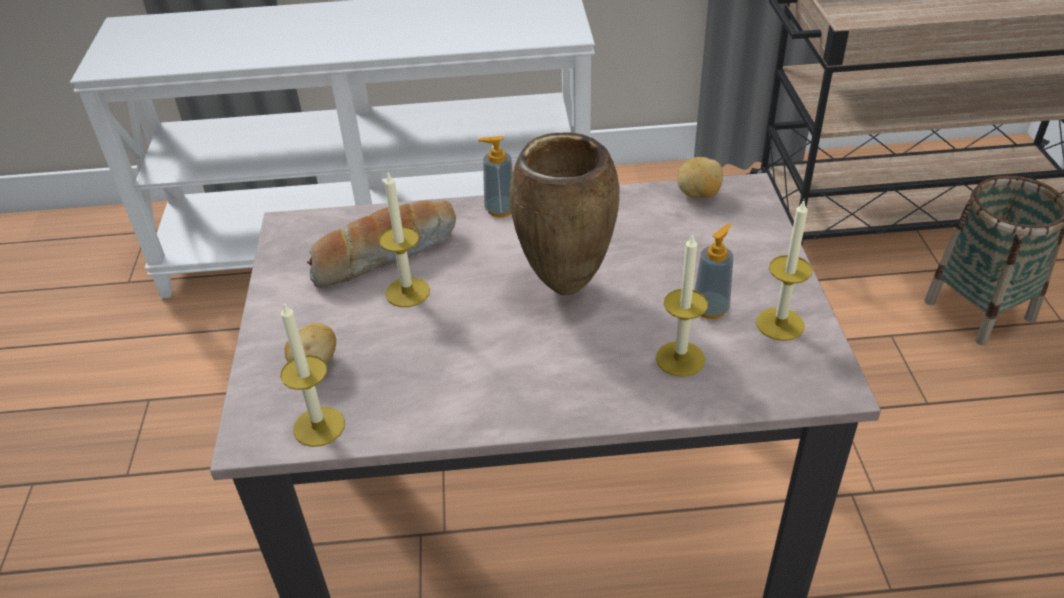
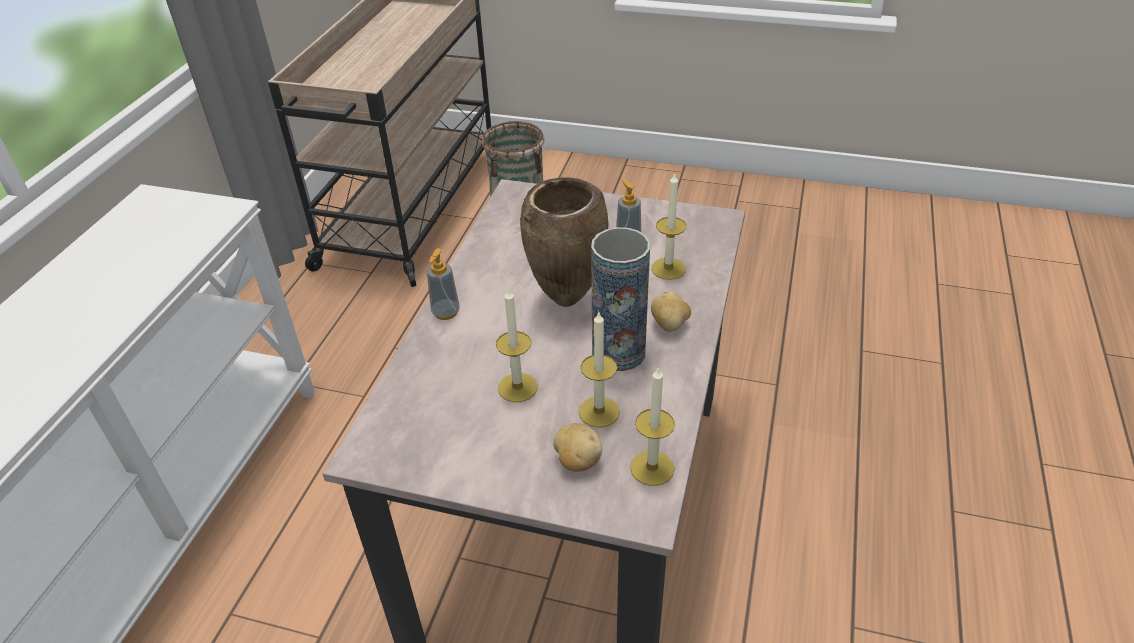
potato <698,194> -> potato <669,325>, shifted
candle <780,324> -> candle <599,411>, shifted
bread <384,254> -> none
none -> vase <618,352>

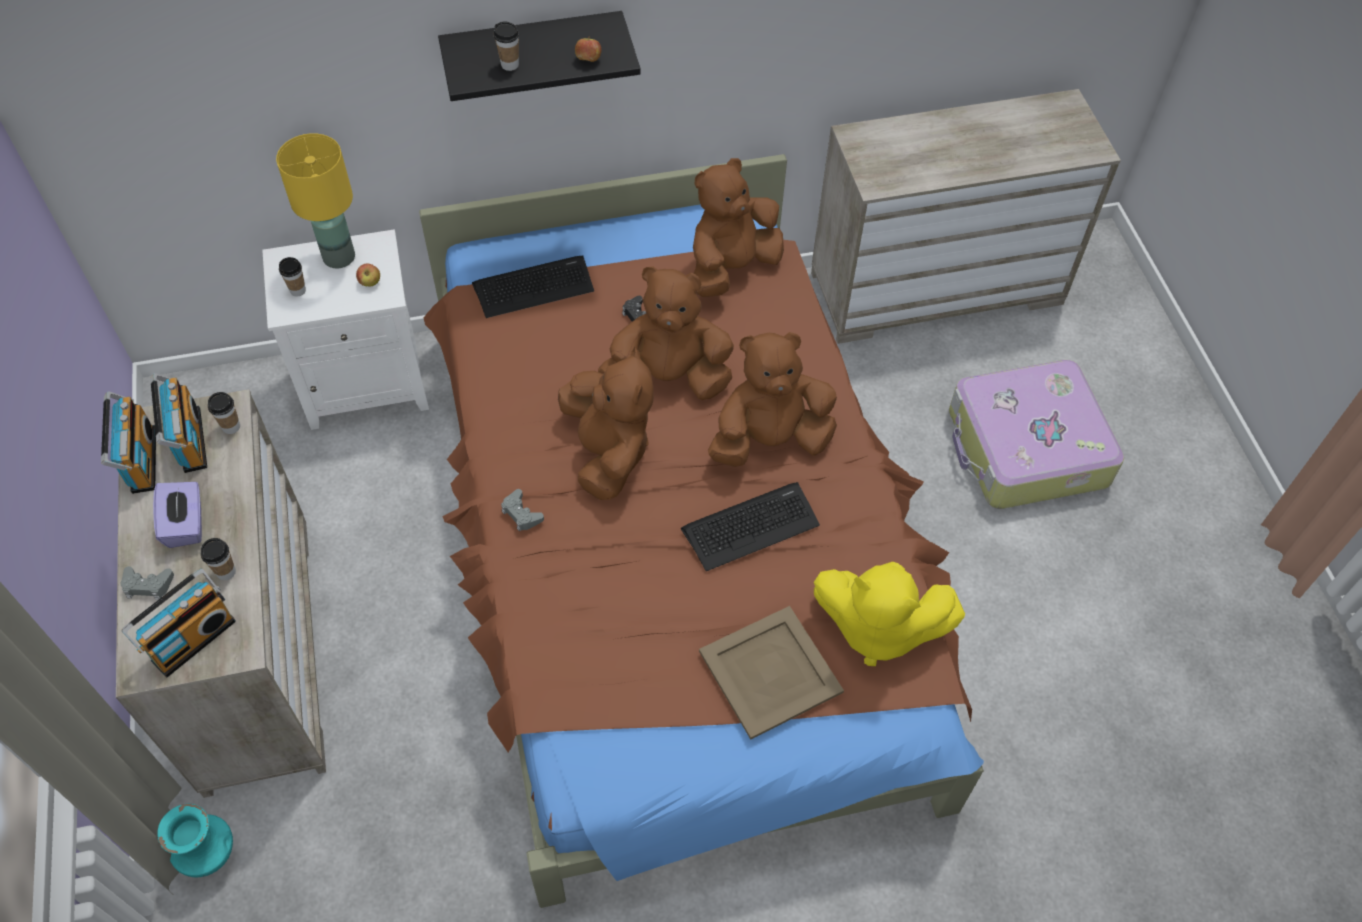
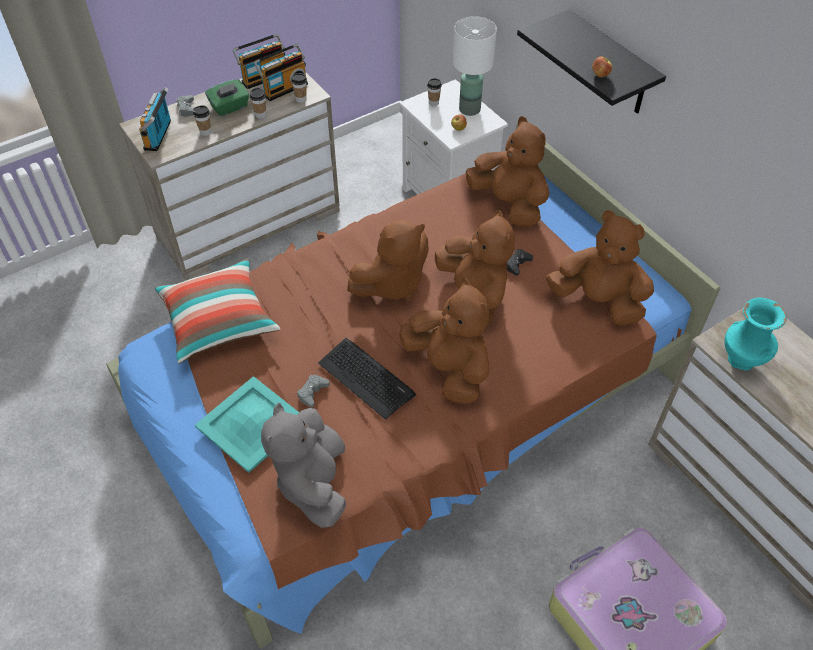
cup <510,65> -> cup <260,115>, shifted
yellow_table_lamp <338,258> -> white_table_lamp <469,109>
keyboard <534,287> -> brown_plush_toy <509,204>
purple_tissue_box <186,524> -> green_tissue_box <230,107>
grey_game_controller <521,514> -> grey_game_controller <312,392>, shifted
yellow_plush_toy <877,628> -> grey_plush_toy <313,482>
radio <192,639> -> radio <160,135>, 75 degrees clockwise
beige_tray <769,671> -> turquoise_tray <251,422>
turquoise_vase <212,857> -> turquoise_vase <741,361>, shifted
none -> pillow <218,320>

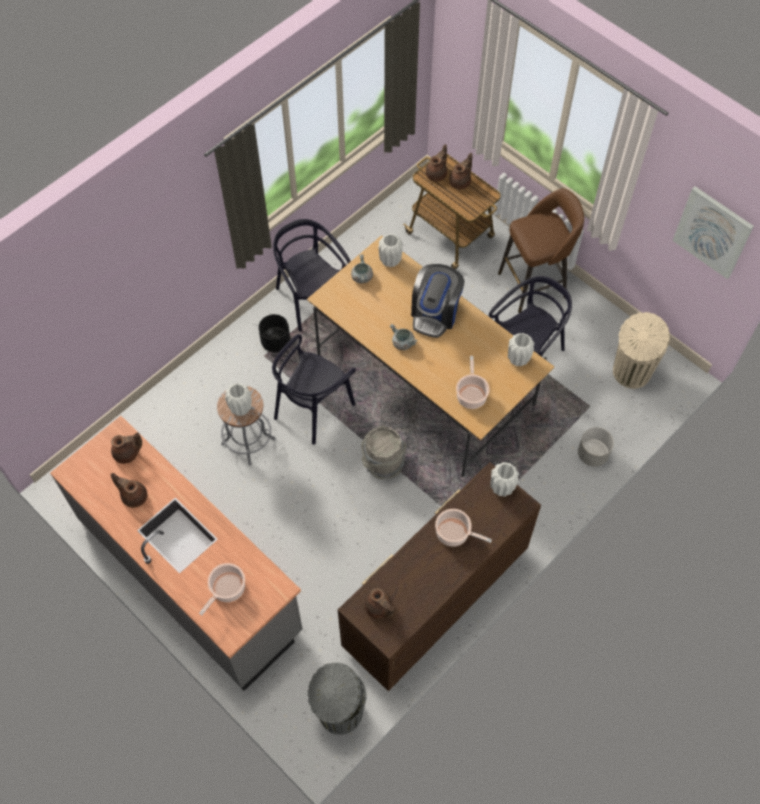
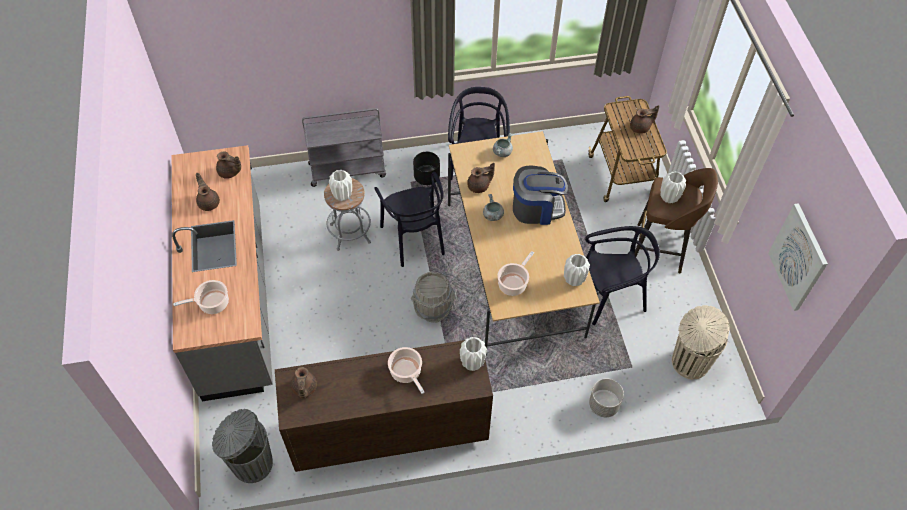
brown_teapot <437,174> -> brown_teapot <479,186>, shifted
white_vase <390,261> -> white_vase <669,198>, shifted
coffee_machine <435,313> -> coffee_machine <536,208>, 150 degrees counterclockwise
black_chair <313,408> -> black_chair <414,238>, 90 degrees counterclockwise
none -> grey_cart <348,169>

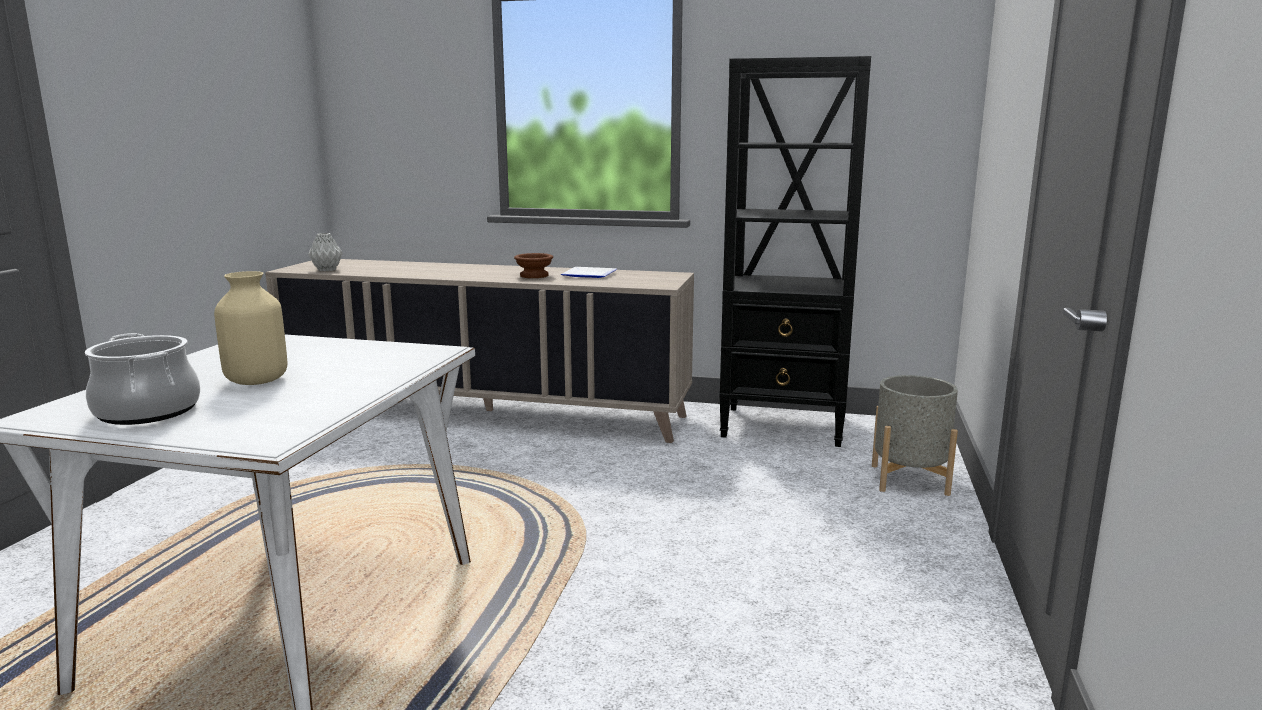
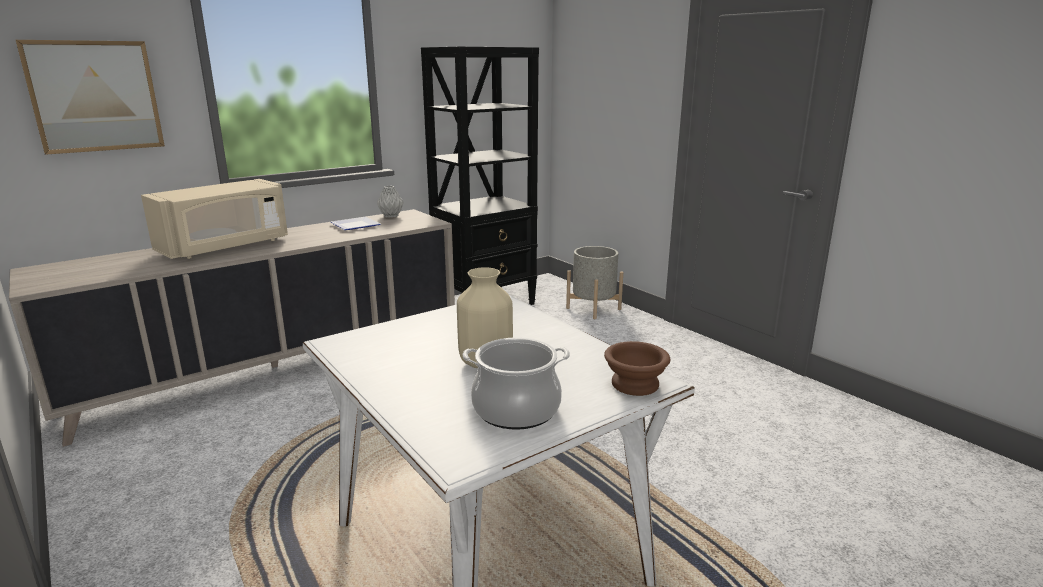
grey_vase <327,270> -> grey_vase <391,216>, shifted
brown_bowl <533,275> -> brown_bowl <633,384>, shifted
none -> picture <94,96>
none -> beige_microwave <225,247>

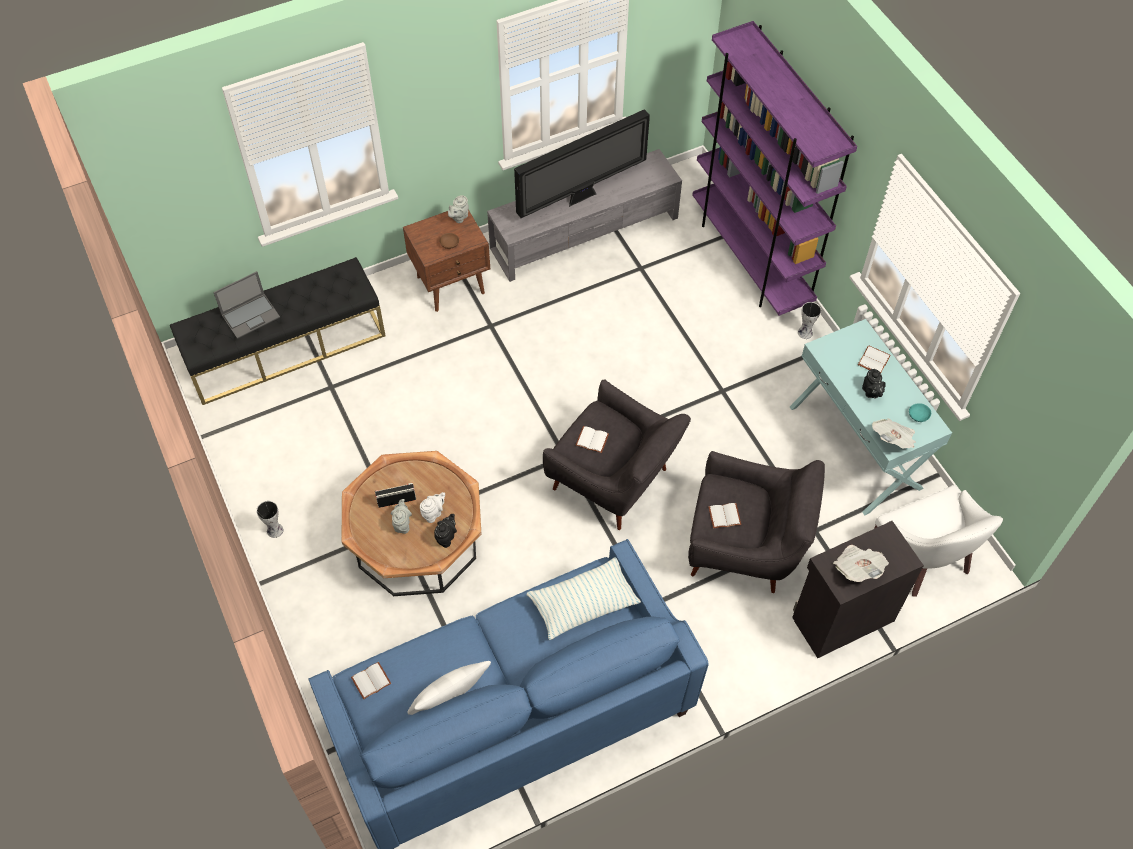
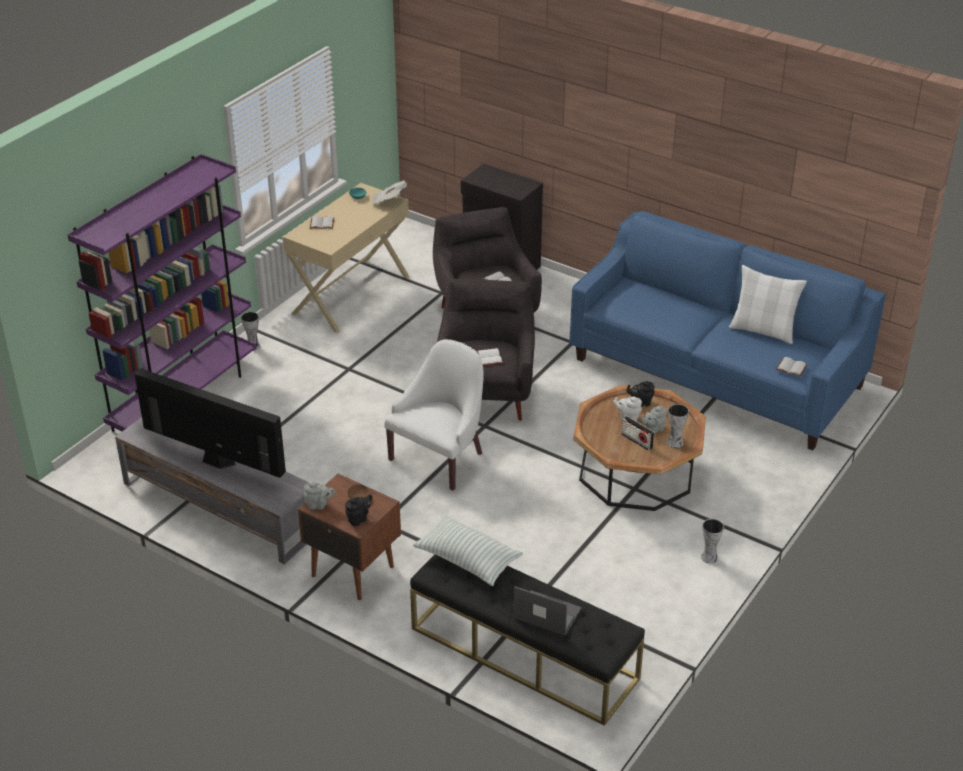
turquoise_console_table <856,446> -> beige_console_table <351,294>
black_teapot <871,392> -> black_teapot <359,519>, shifted
white_armchair <923,558> -> white_armchair <440,457>, shifted
newspaper <857,568> -> none
pillow <583,604> -> pillow <467,560>, shifted
none -> vase <675,443>

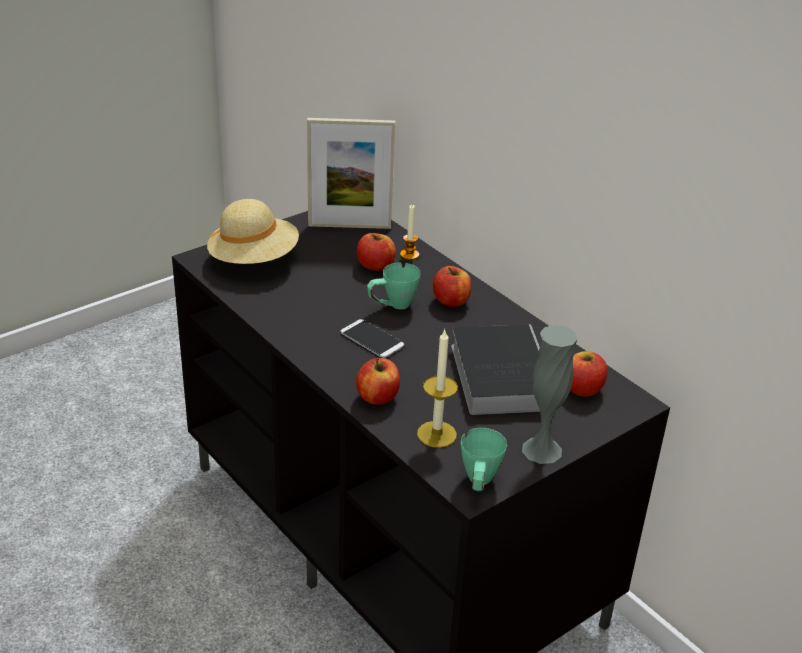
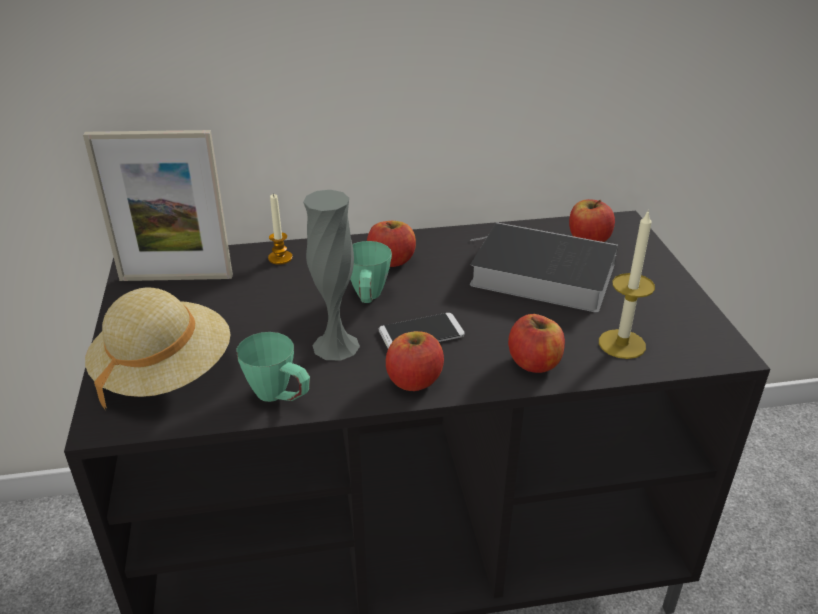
picture_frame <349,226> -> picture_frame <176,277>, 60 degrees clockwise
apple <375,266> -> apple <414,380>, shifted
grey_vase <542,450> -> grey_vase <336,346>, shifted
green_mug <479,485> -> green_mug <280,398>, shifted

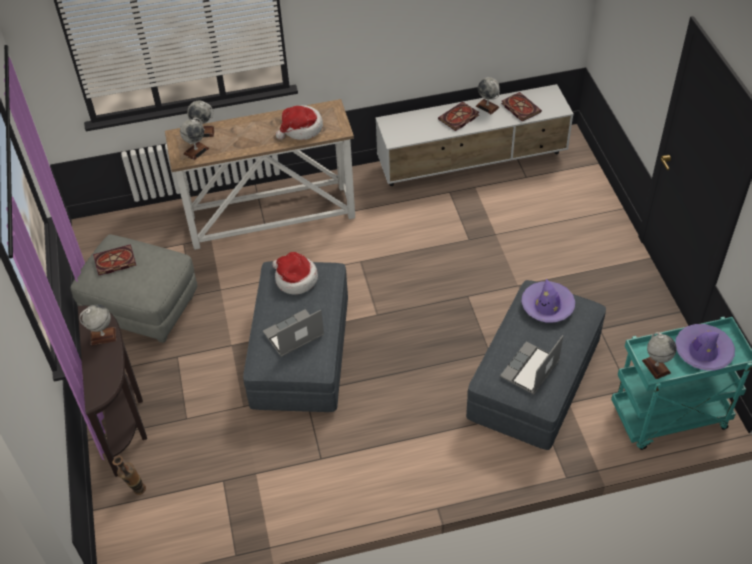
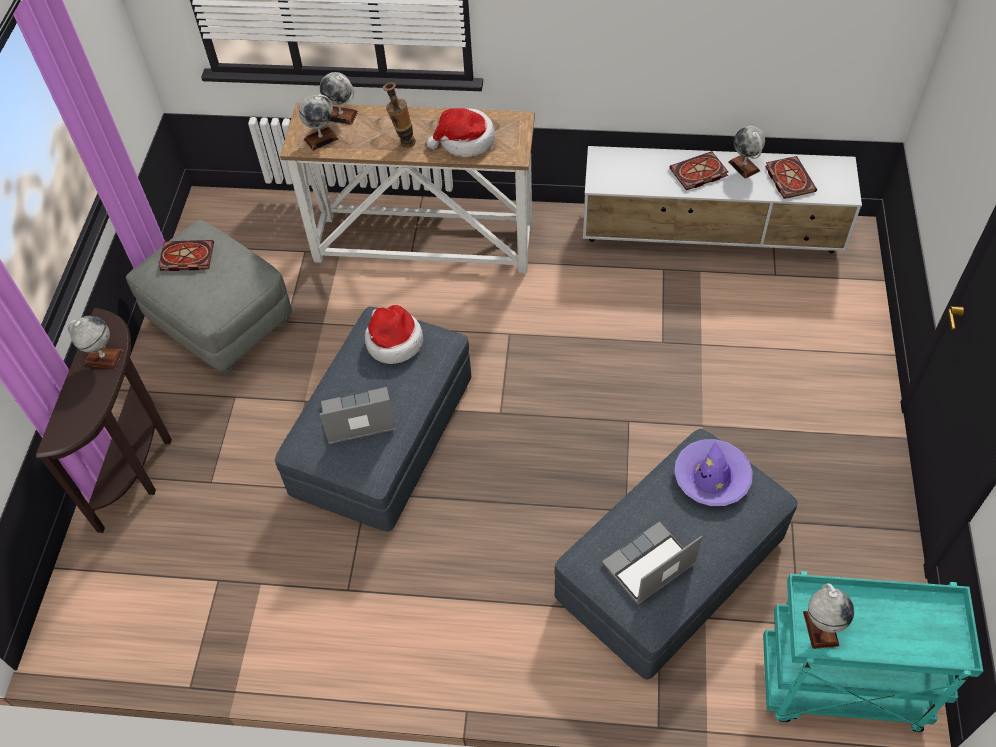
purple_hat <703,351> -> none
vase <135,489> -> vase <403,142>, shifted

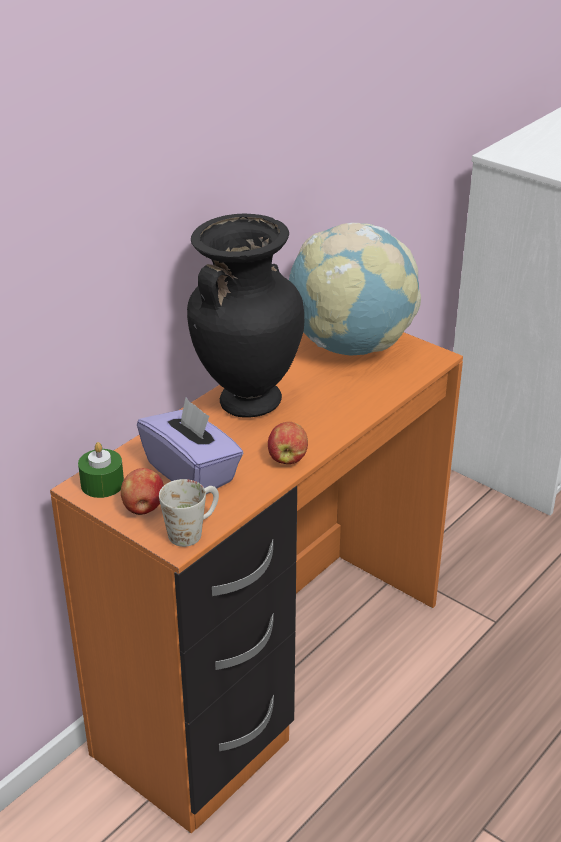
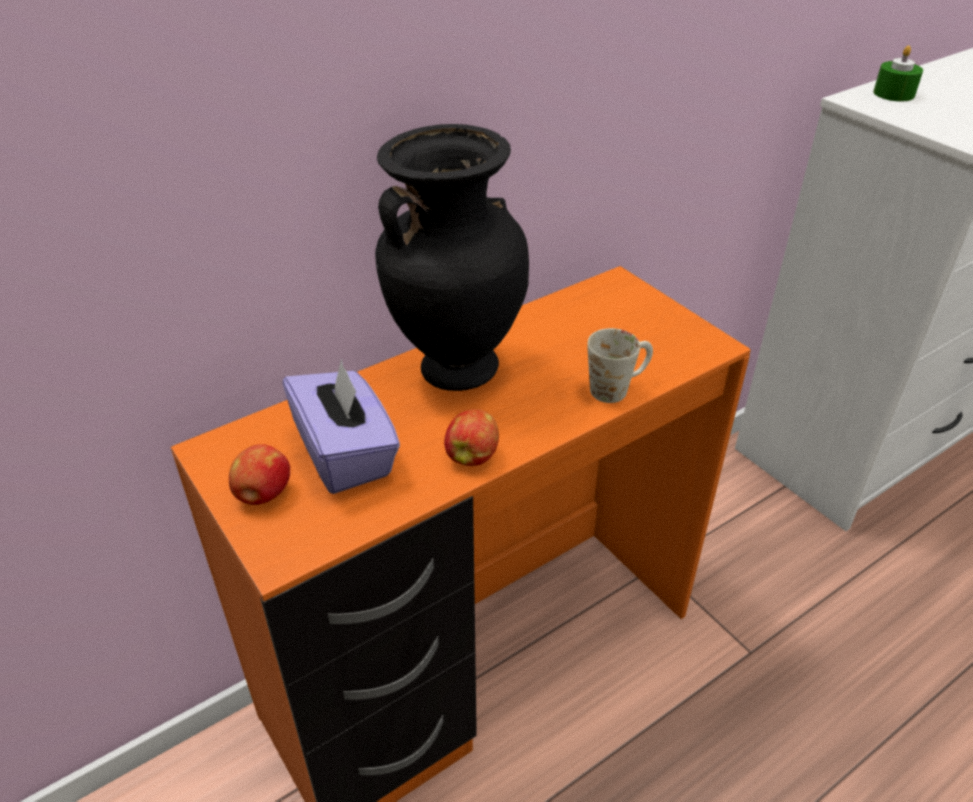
globe <350,346> -> none
green_candle <102,484> -> green_candle <893,94>, shifted
white_mug <193,530> -> white_mug <618,387>, shifted

